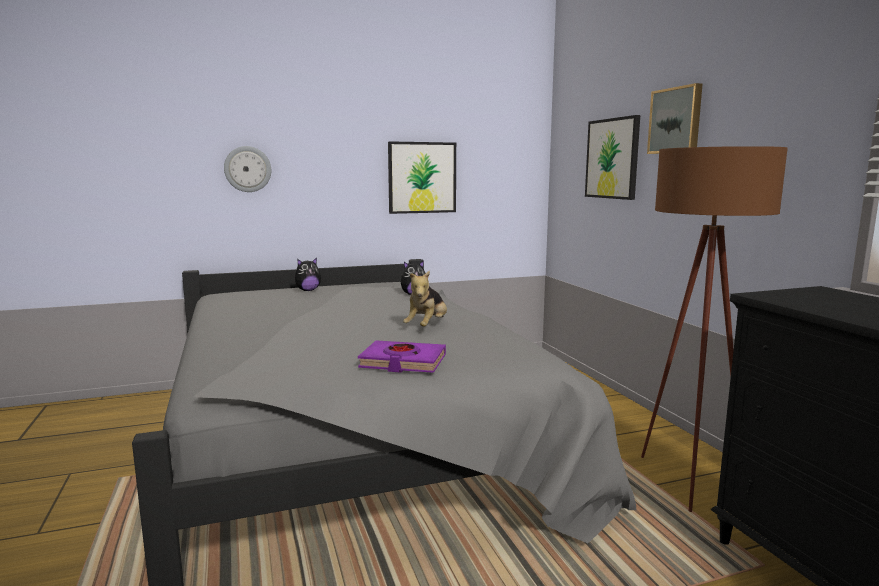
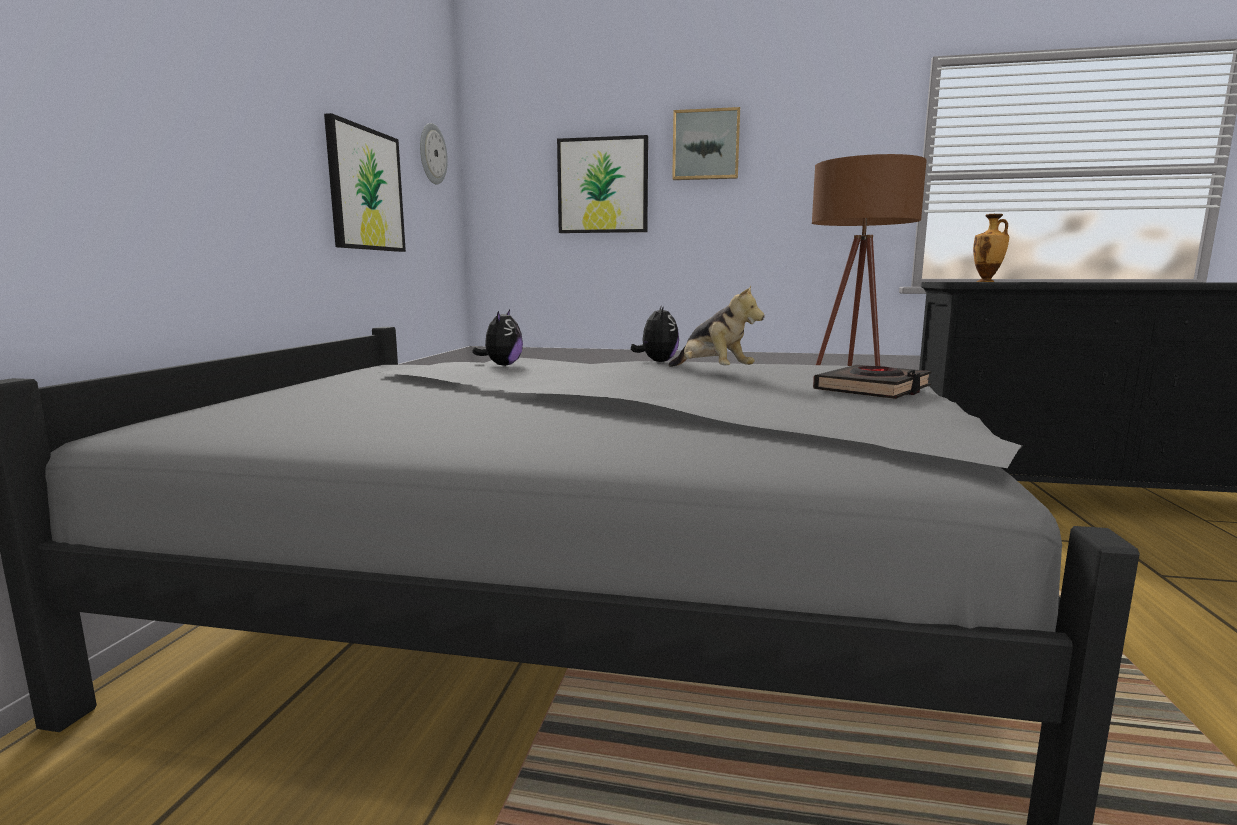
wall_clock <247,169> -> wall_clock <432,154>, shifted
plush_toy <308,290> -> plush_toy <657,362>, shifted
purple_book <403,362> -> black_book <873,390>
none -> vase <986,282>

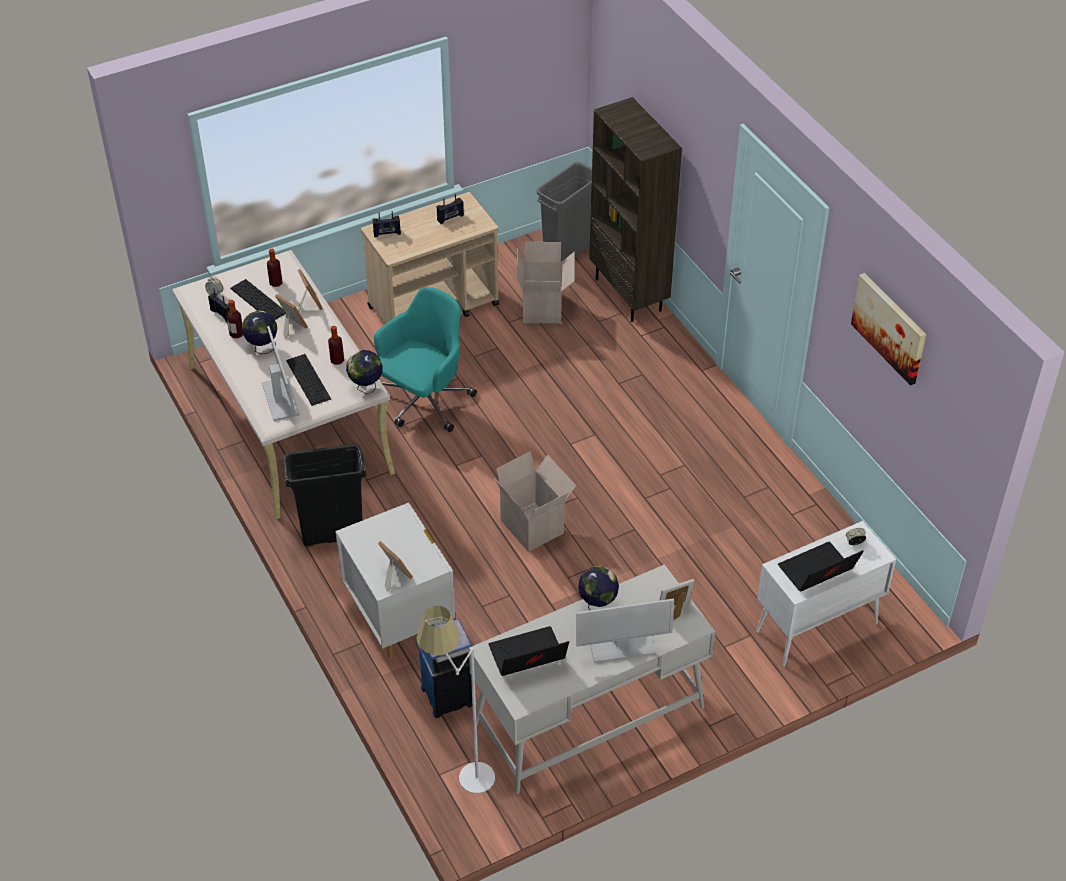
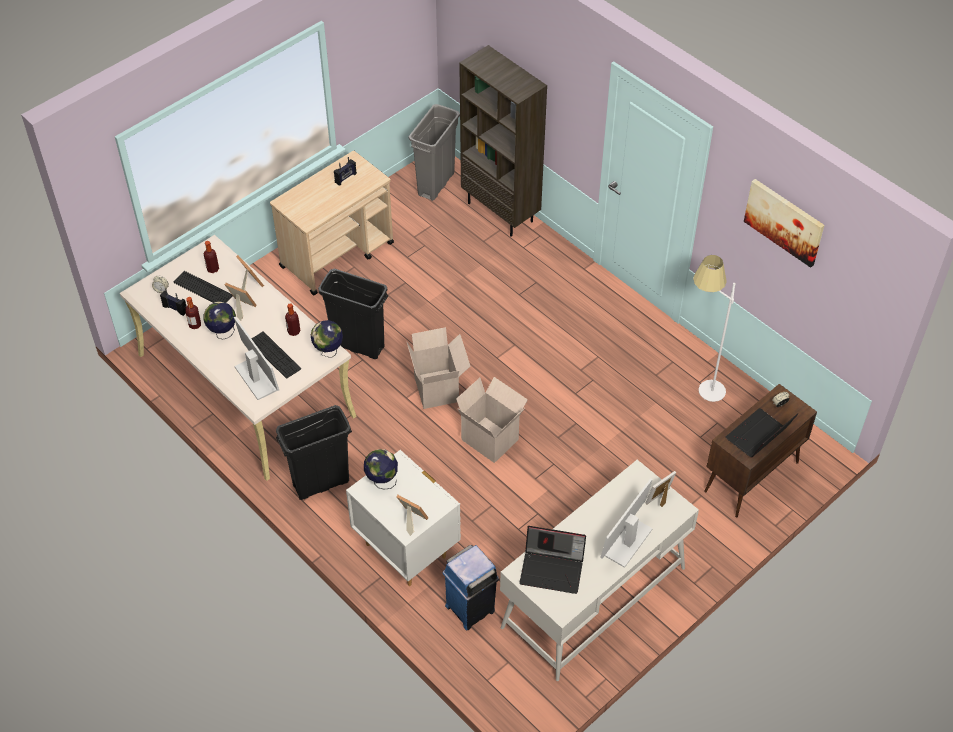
radio <387,234> -> none
cardboard_box <544,309> -> cardboard_box <438,389>, shifted
turquoise_office_chair <423,402> -> black_trash_can <358,346>
white_cabinet <815,628> -> brown_cabinet <751,478>
globe <597,606> -> globe <381,481>, shifted
monitor <621,647> -> monitor <627,541>, 150 degrees clockwise
white_floor_lamp <460,775> -> white_floor_lamp <699,392>, shifted
laptop <527,657> -> laptop <552,569>, 135 degrees counterclockwise

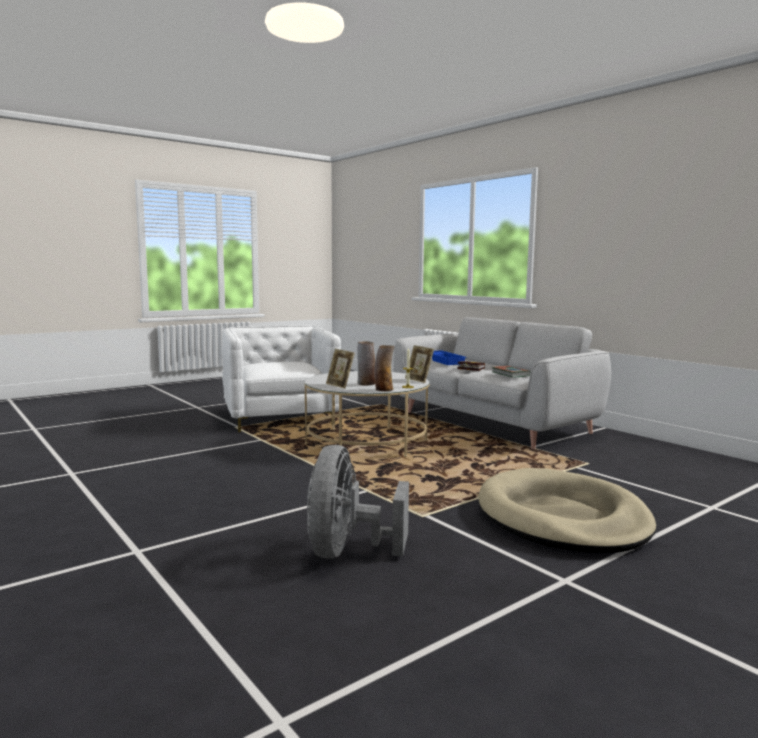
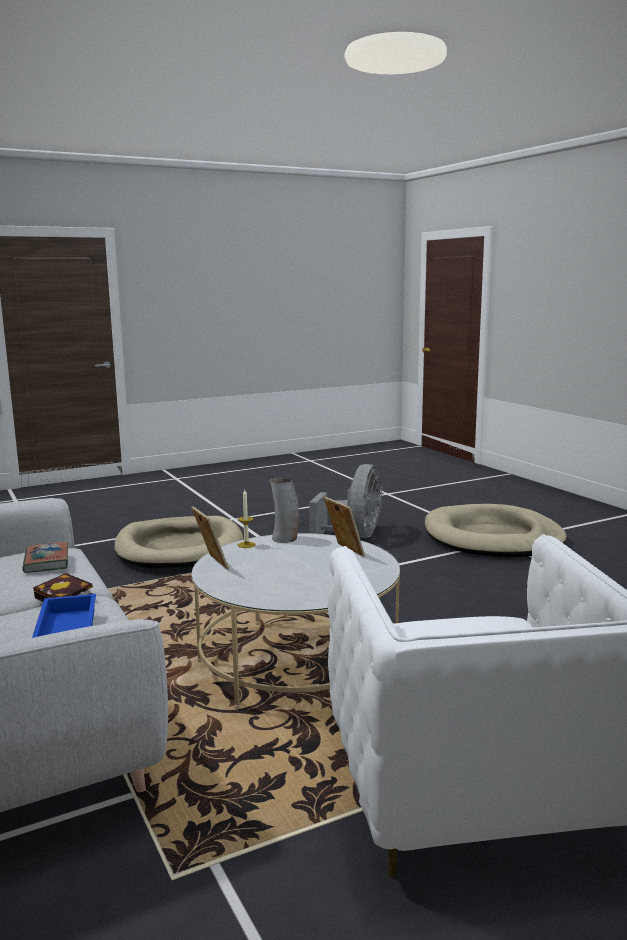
vase <366,384> -> none
none -> beige_dog_bed <493,538>

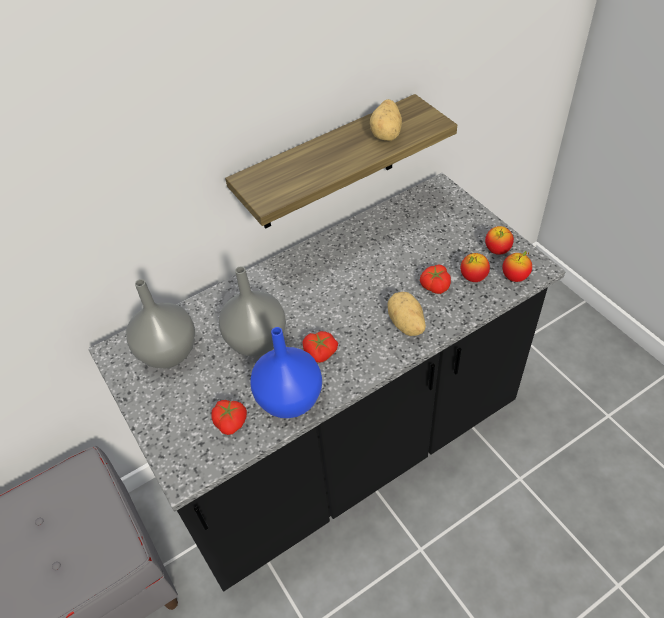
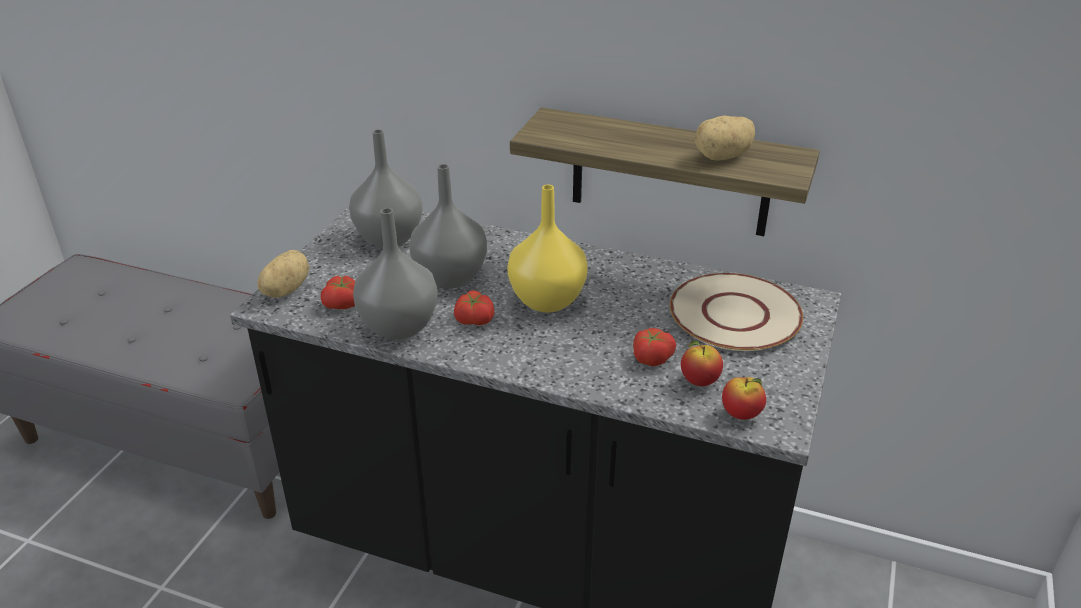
apple <497,250> -> none
potato <405,324> -> potato <285,290>, shifted
blue_vase <291,400> -> grey_vase <399,327>
none -> yellow_vase <547,299>
none -> beige_plate <734,314>

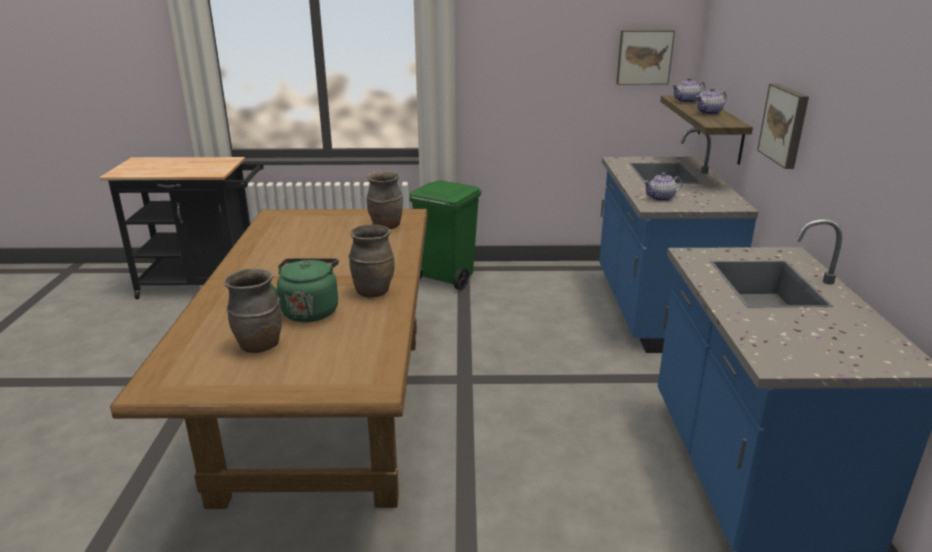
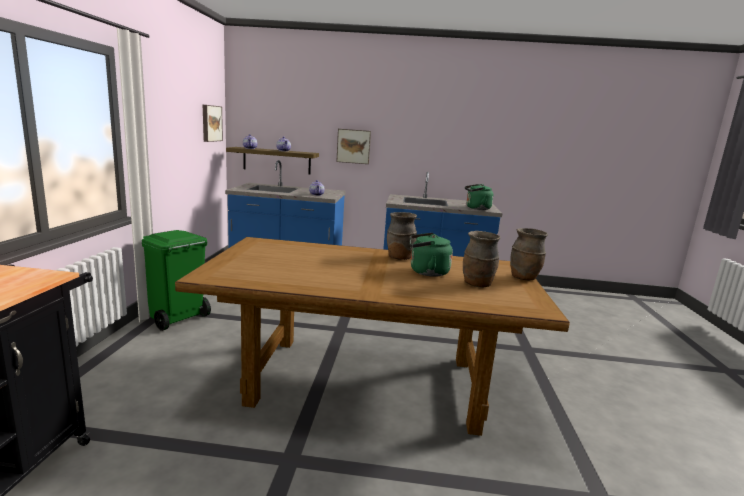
brown_vase <386,226> -> brown_vase <524,278>, shifted
none -> green_kettle <476,208>

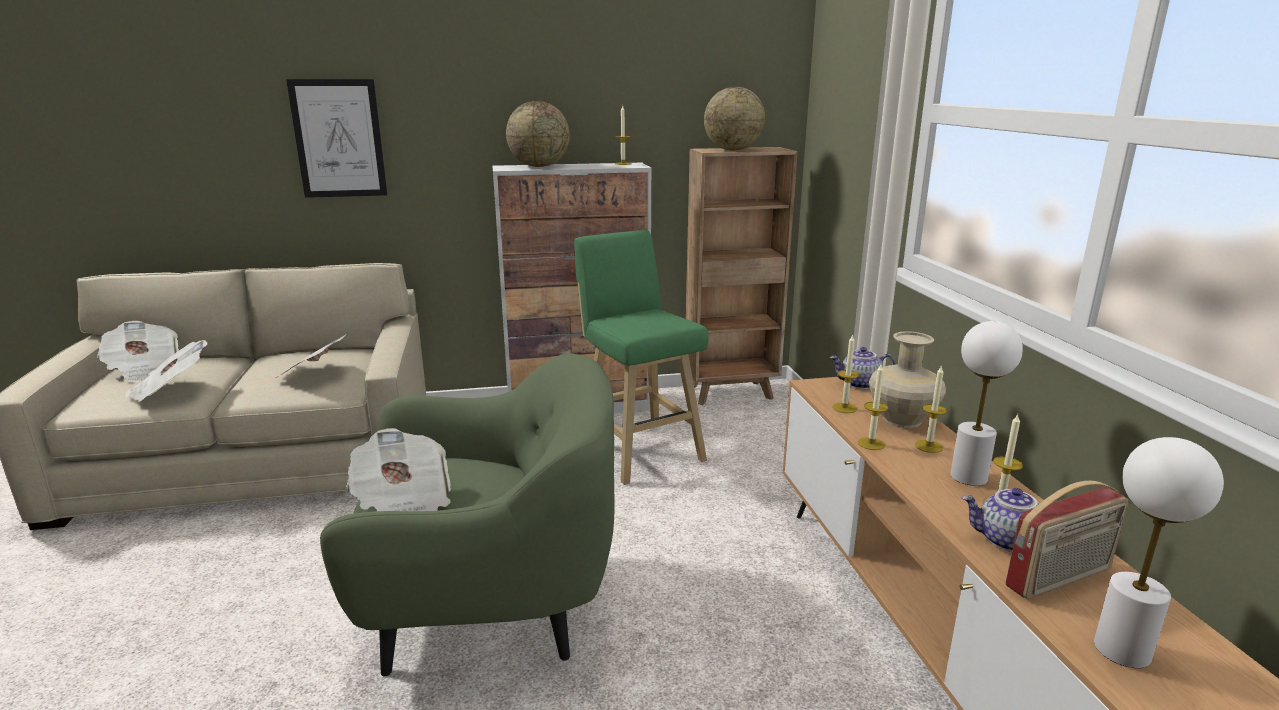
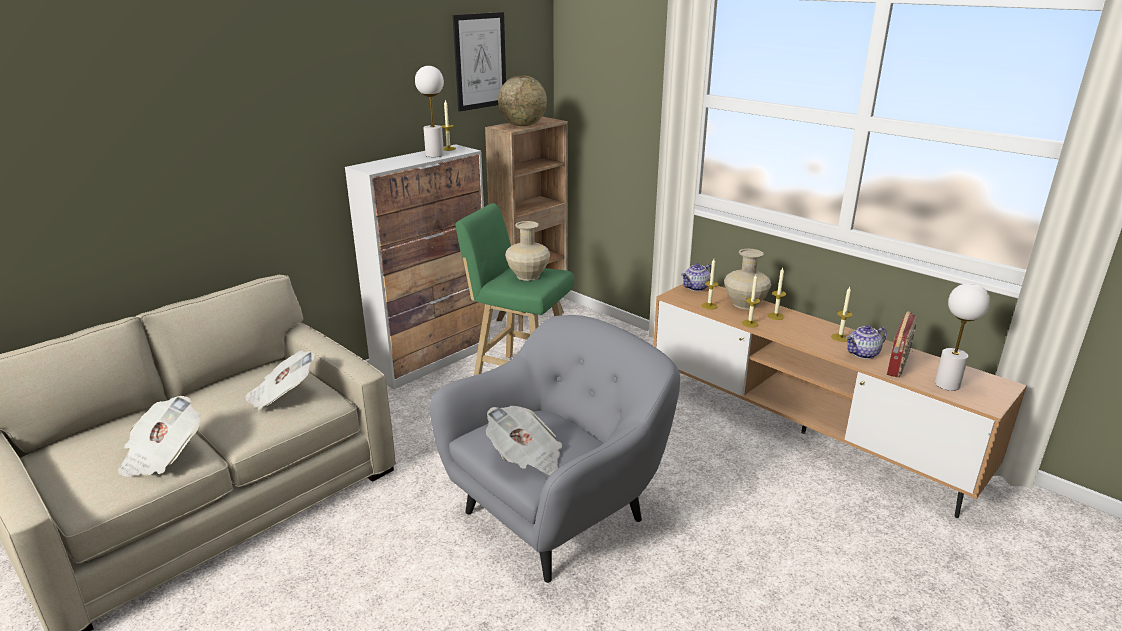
picture <339,139> -> picture <480,61>, shifted
globe <539,166> -> none
newspaper <144,369> -> none
white_table_lamp <969,477> -> white_table_lamp <434,155>, shifted
green_armchair <492,605> -> grey_armchair <558,513>
none -> beige_vase <528,276>

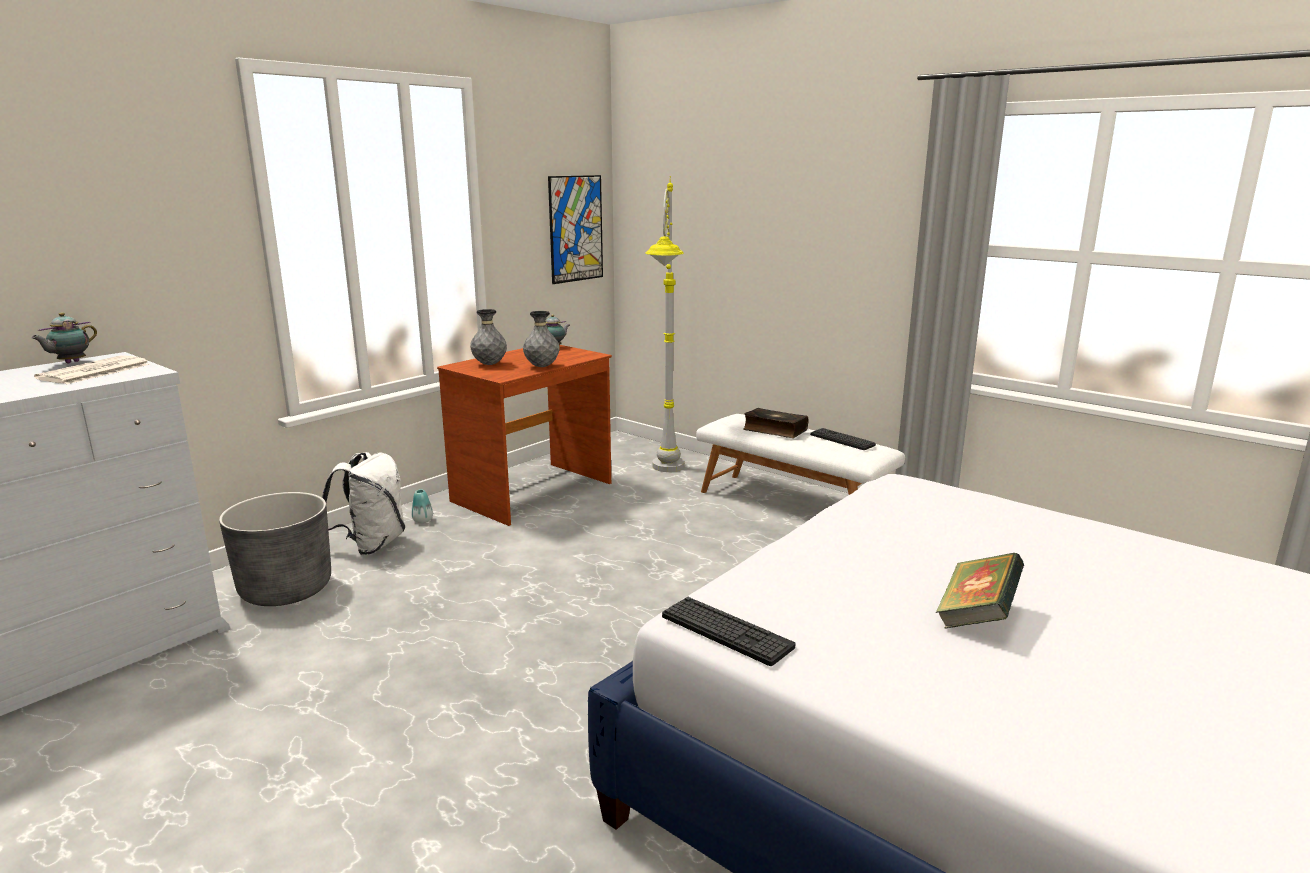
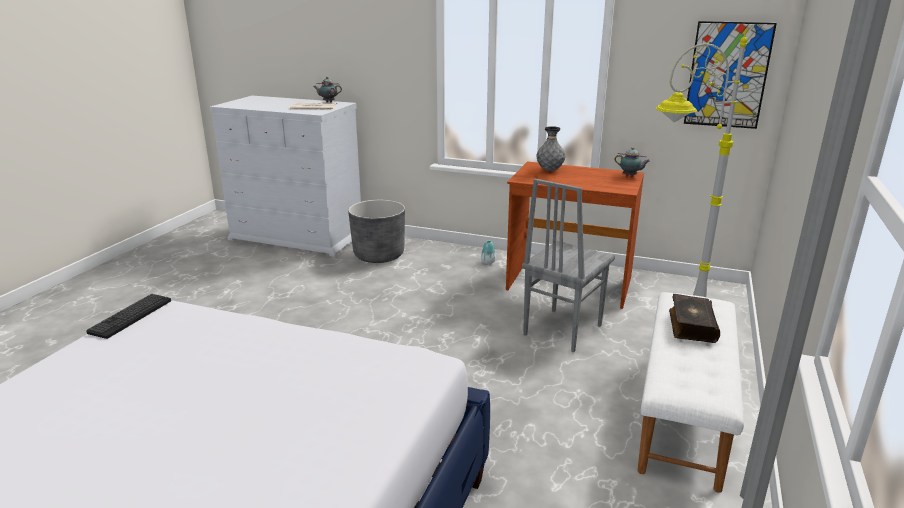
grey_vase <542,366> -> none
keyboard <842,440> -> none
white_backpack <371,545> -> none
book <976,616> -> none
none -> grey_chair <561,330>

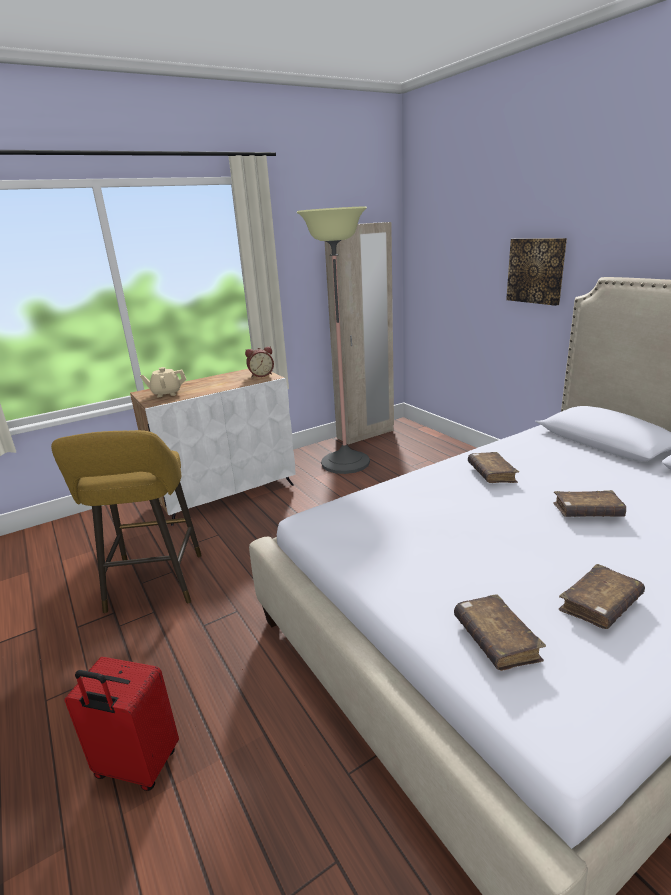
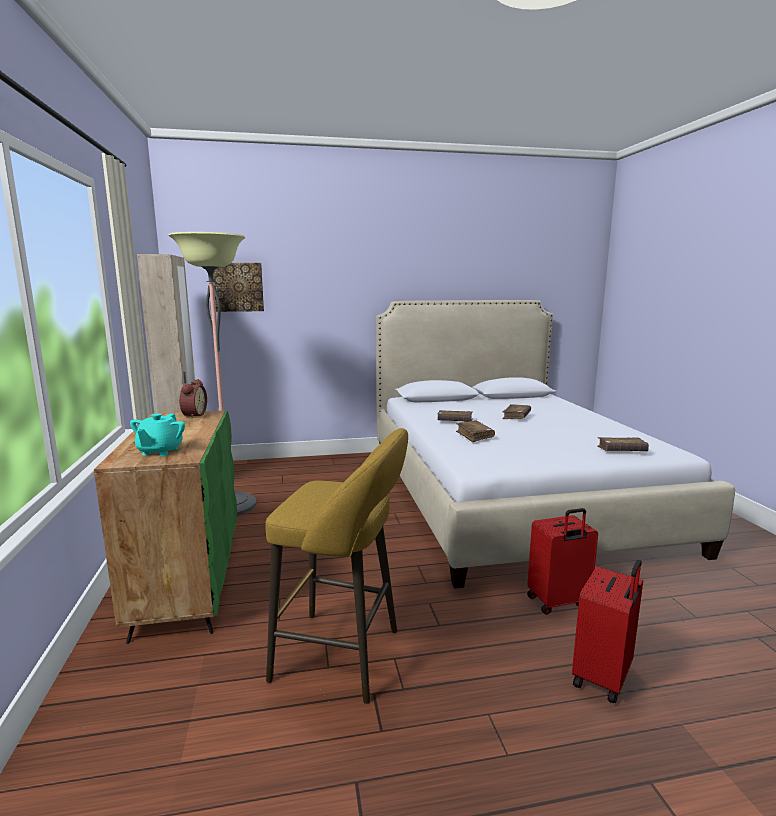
picture <536,270> -> picture <238,287>, shifted
beige_teapot <166,393> -> turquoise_teapot <160,451>
white_cabinet <227,493> -> green_cabinet <188,581>
brown_book <600,605> -> brown_book <474,436>, shifted
none -> red_suitcase <558,602>

